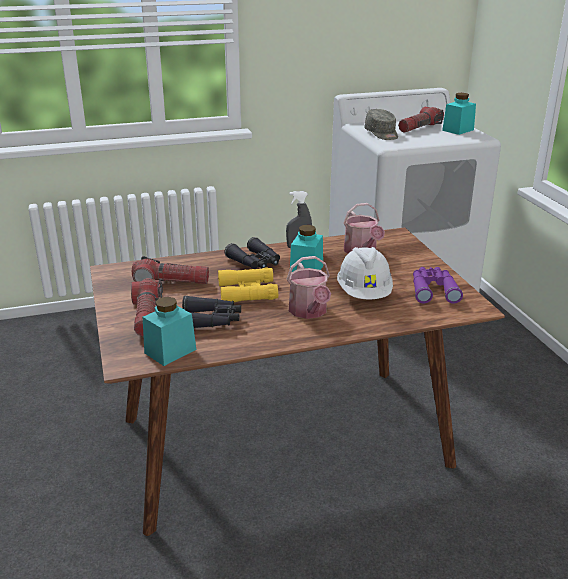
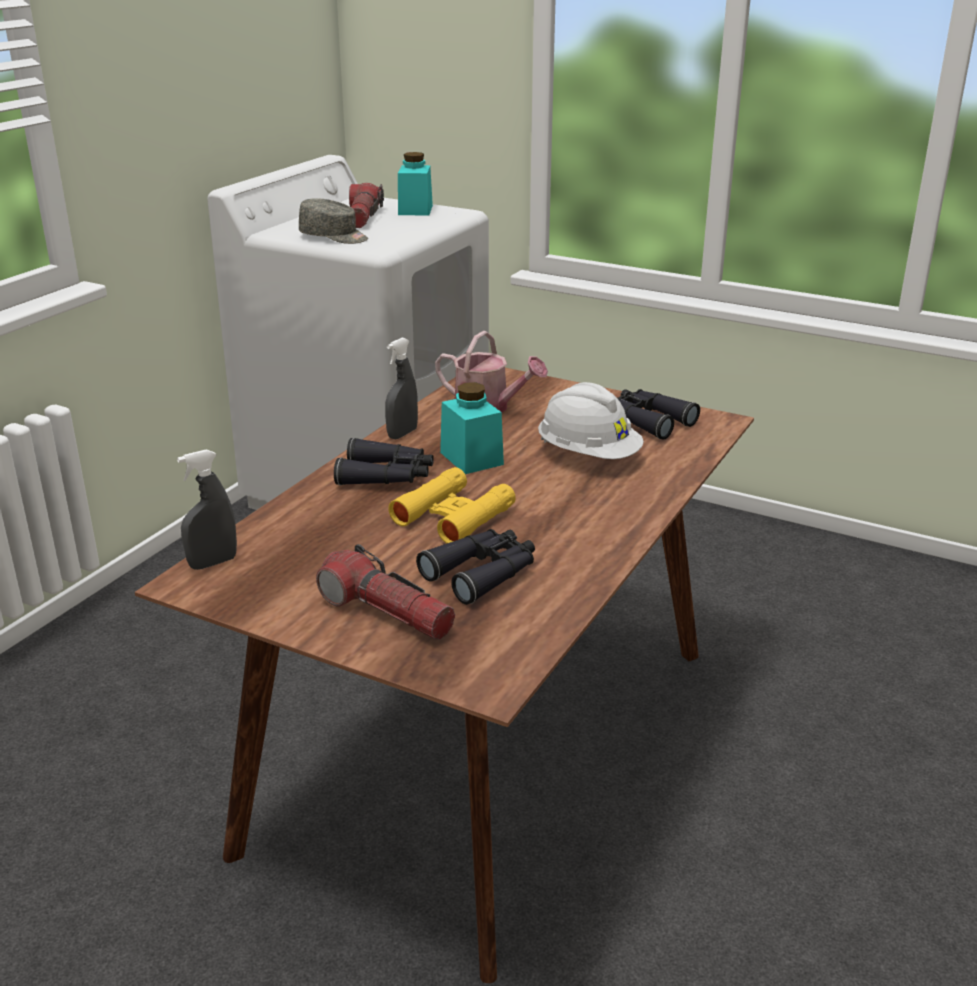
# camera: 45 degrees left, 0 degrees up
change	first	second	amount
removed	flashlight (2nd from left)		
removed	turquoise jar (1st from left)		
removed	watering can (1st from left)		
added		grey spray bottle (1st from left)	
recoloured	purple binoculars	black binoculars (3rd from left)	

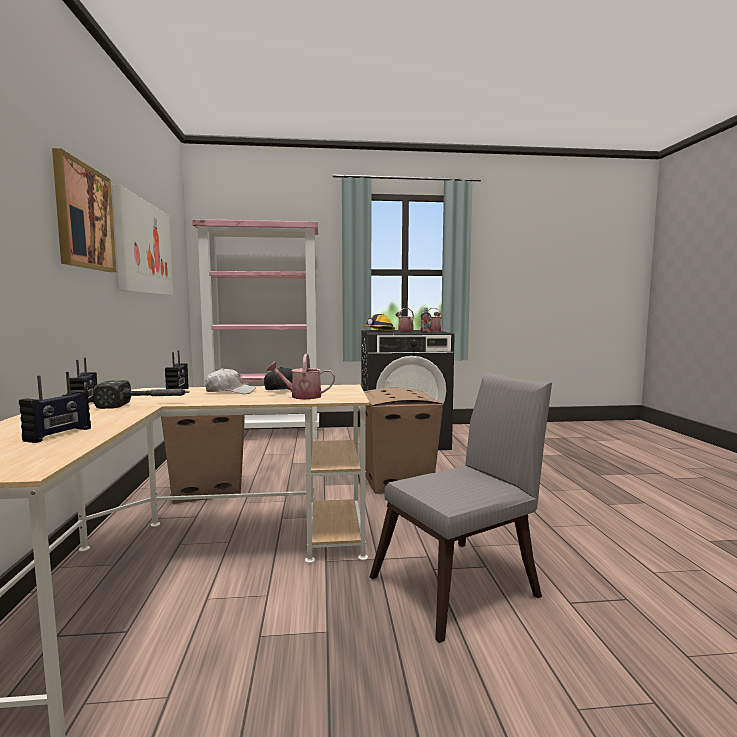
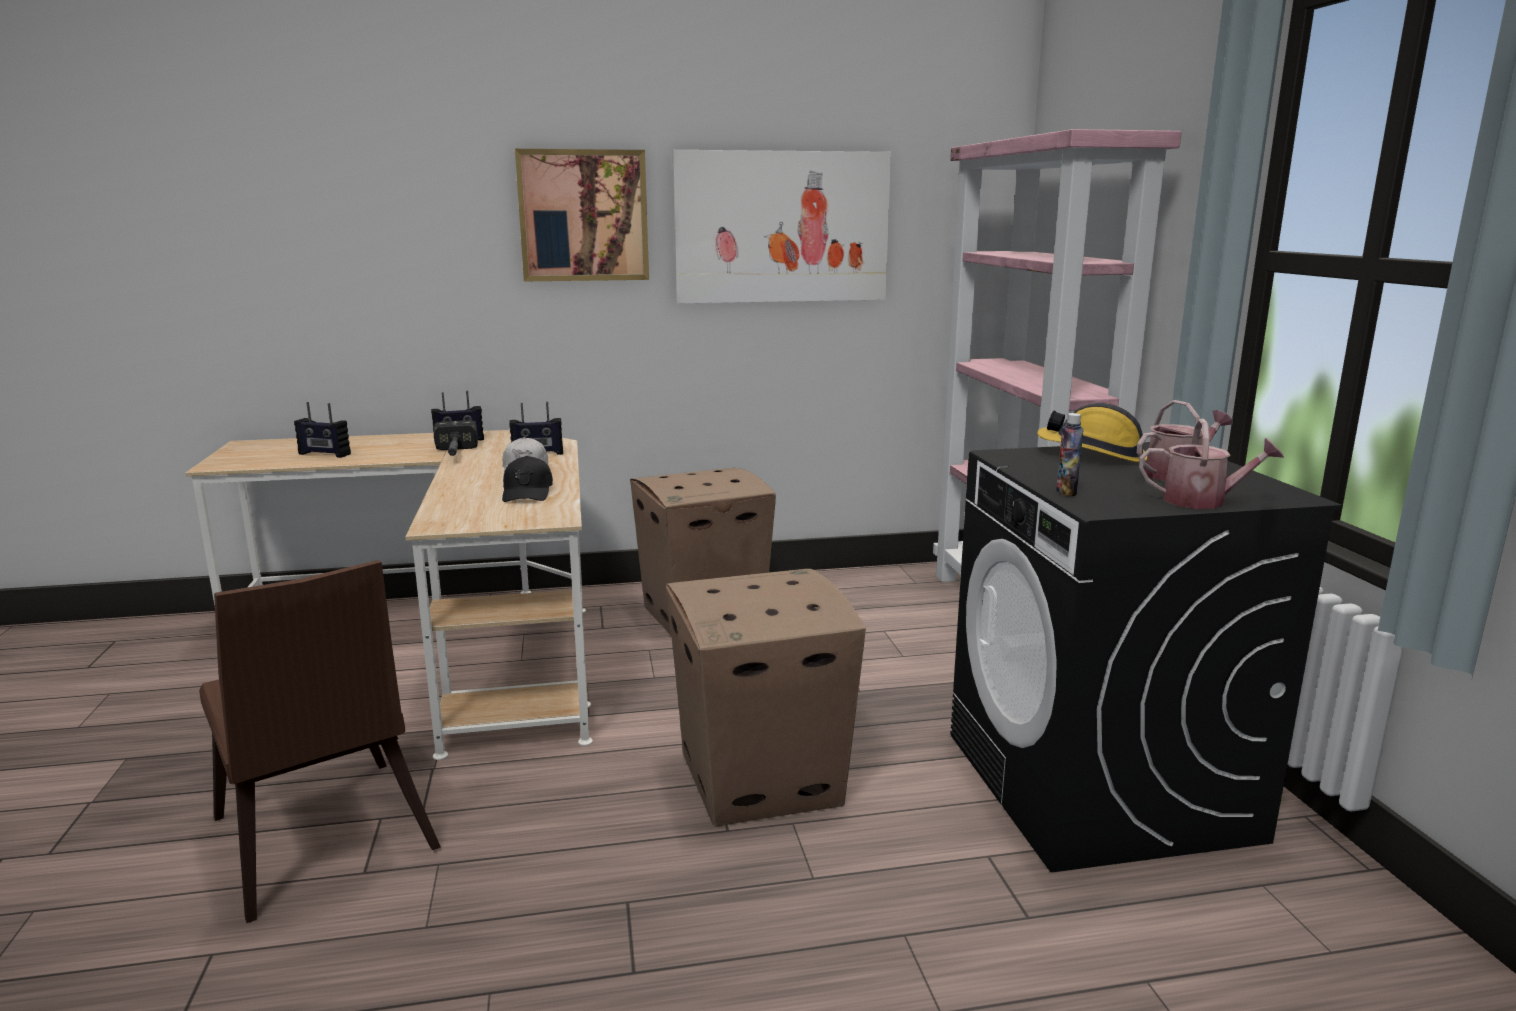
# camera: 85 degrees right, 10 degrees up
change	first	second	amount
removed	watering can (1st from left)		
recoloured	grey chair	brown chair	

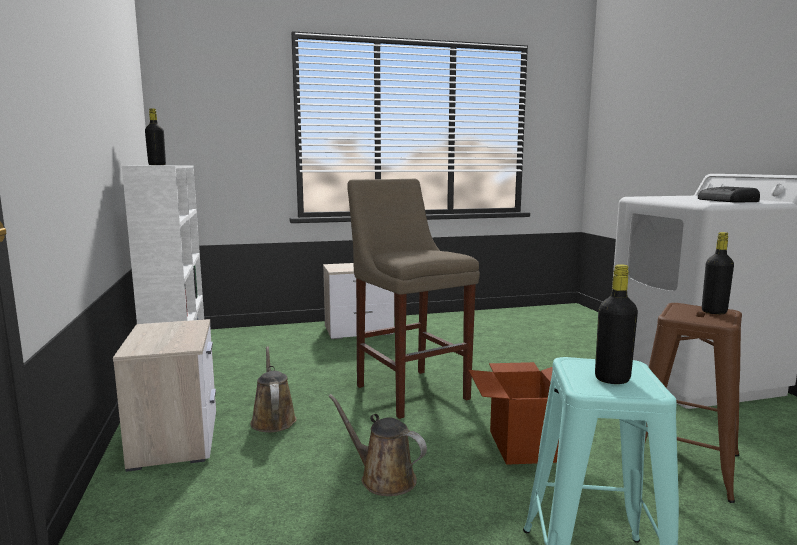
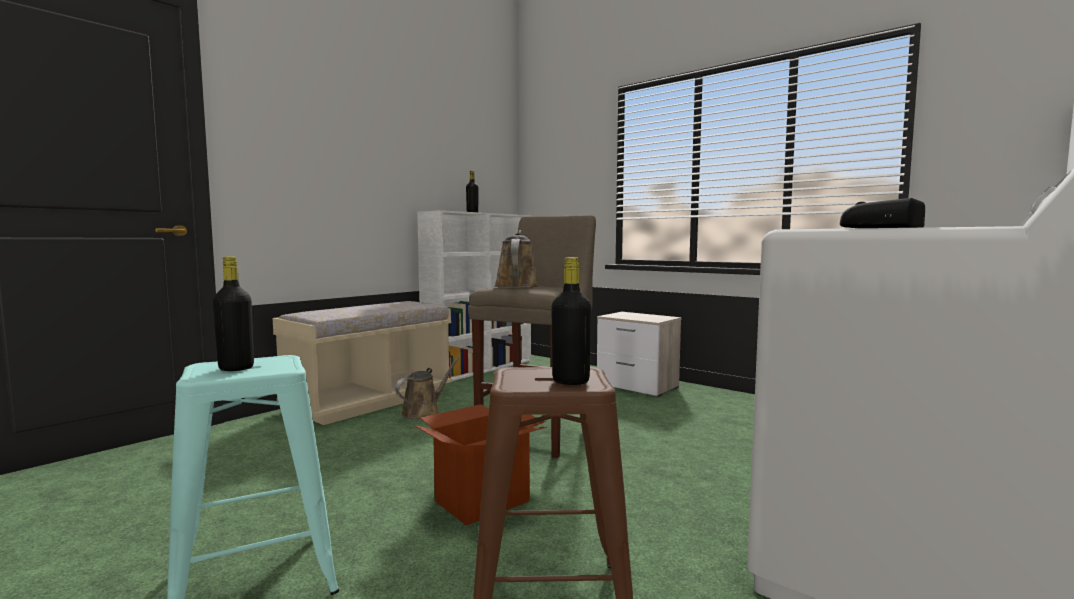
# camera: 55 degrees right, 5 degrees down
change	first	second	amount
moved	brown watering can (2nd from left)		
replaced	nightstand (1st from left)	beige bench	

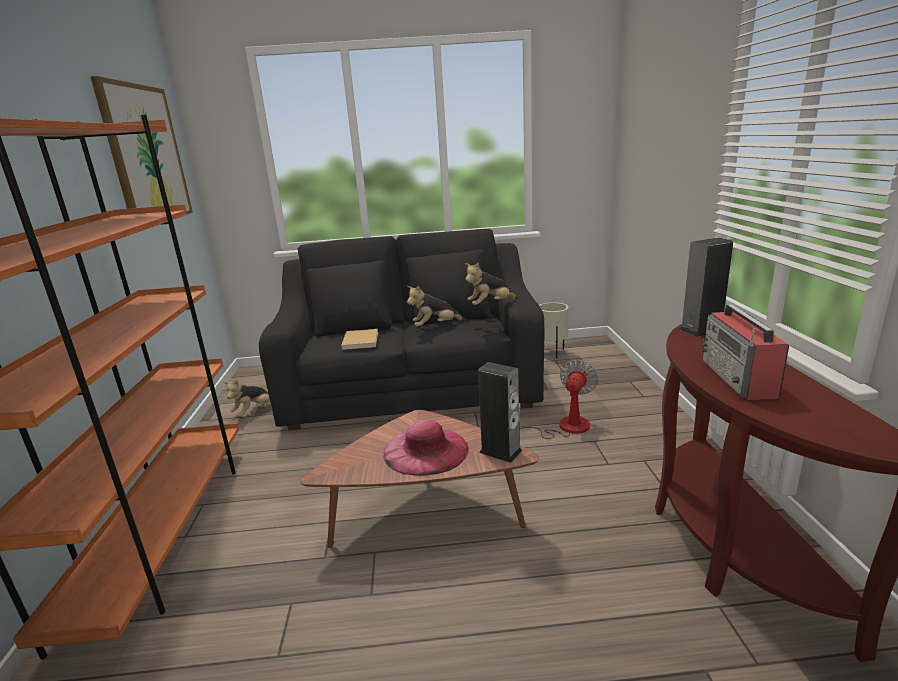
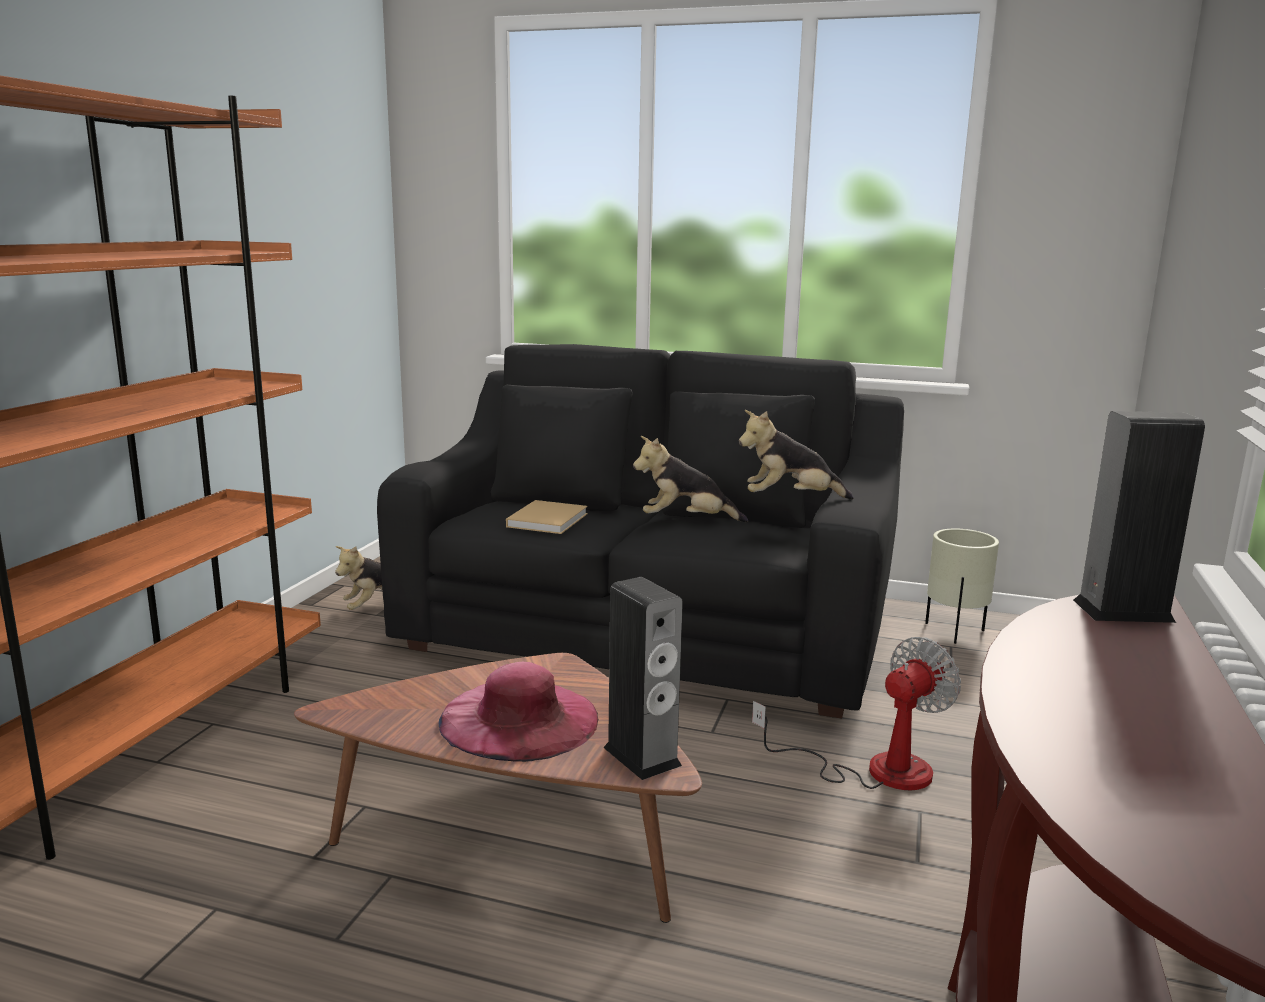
# camera: 20 degrees right, 5 degrees down
change	first	second	amount
removed	picture		
removed	radio		

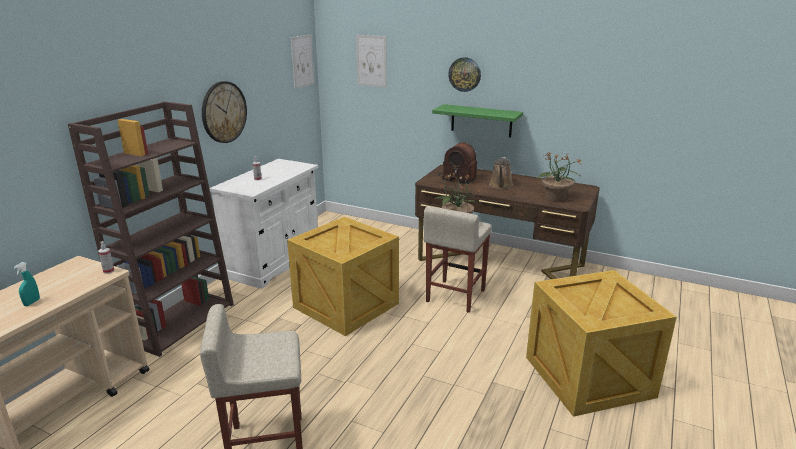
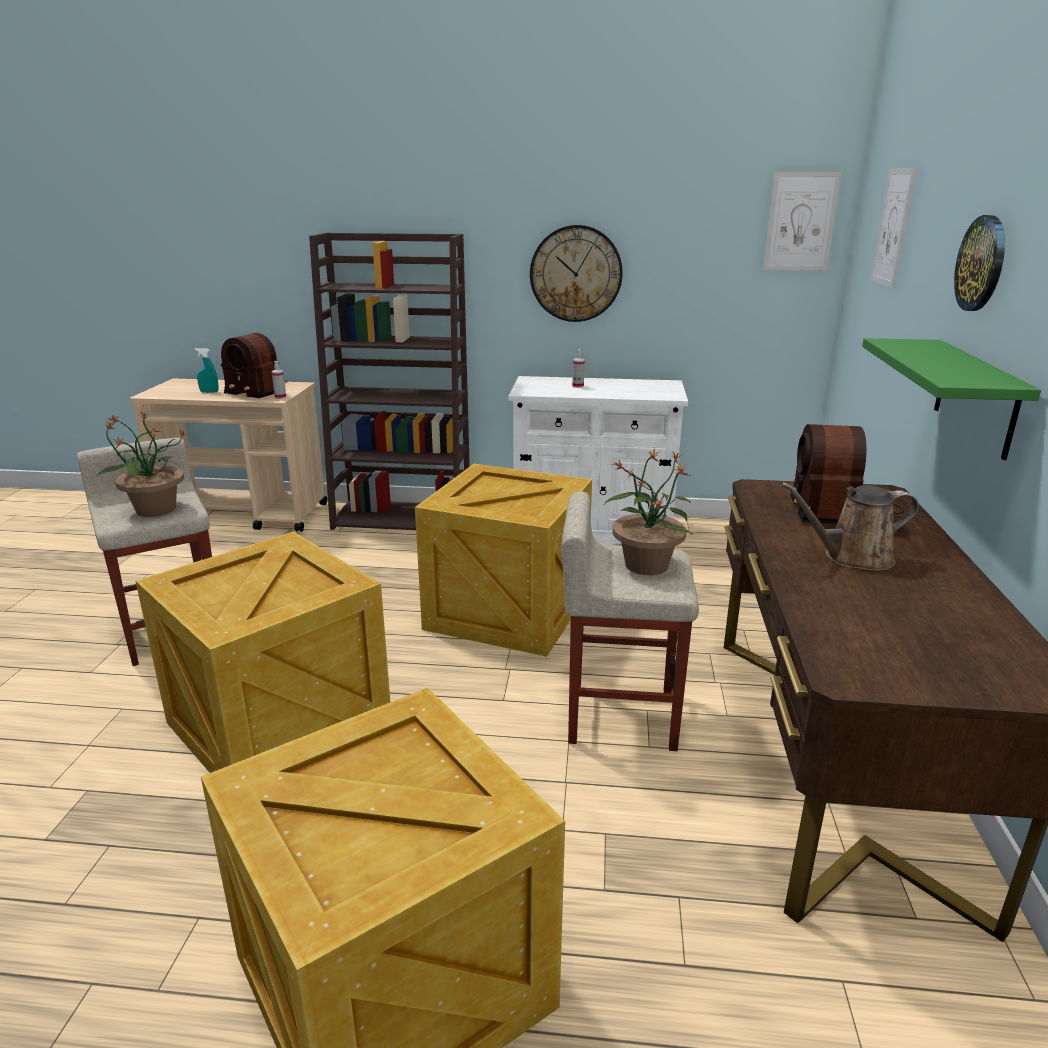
# camera: 70 degrees right, 0 degrees up
change	first	second	amount
added		crate (1st from left)	
added		radio (1st from left)	
moved	potted plant (2nd from left in the first image)	potted plant (1st from left)	

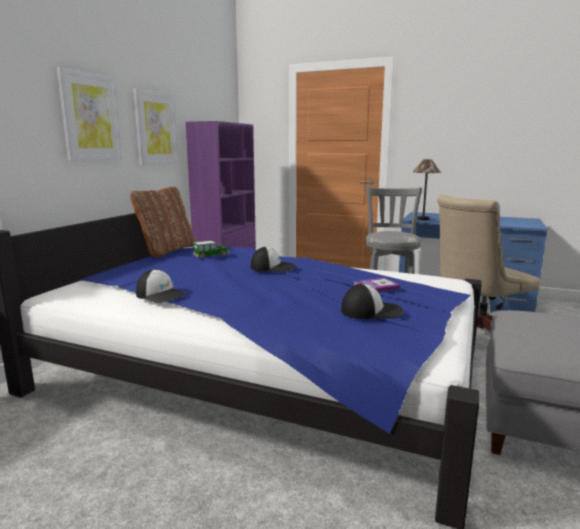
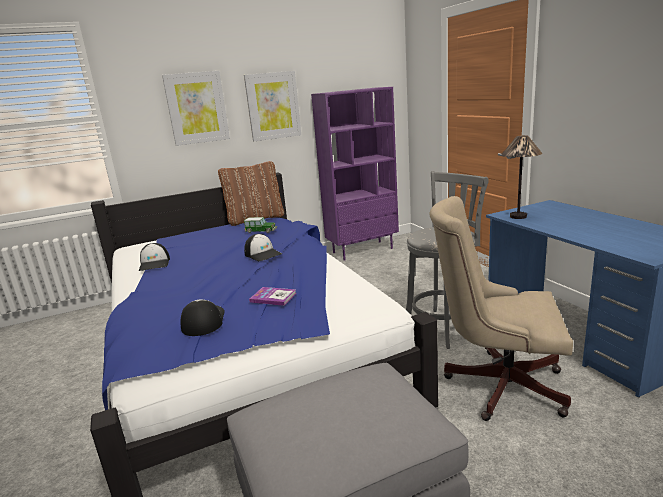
# camera: 45 degrees right, 5 degrees up
change	first	second	amount
turned	cap (3rd from left in the first image)	cap (2nd from left)	135 degrees counterclockwise

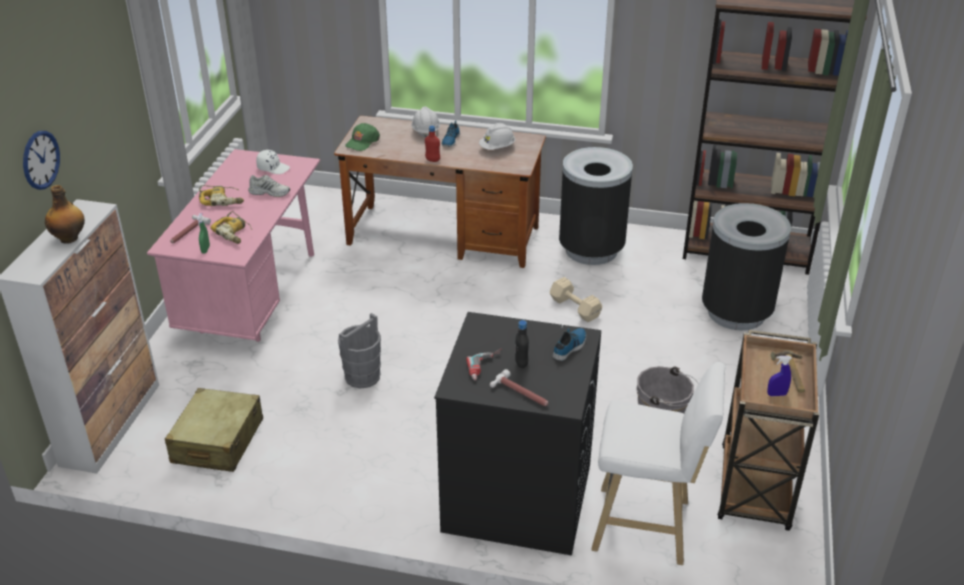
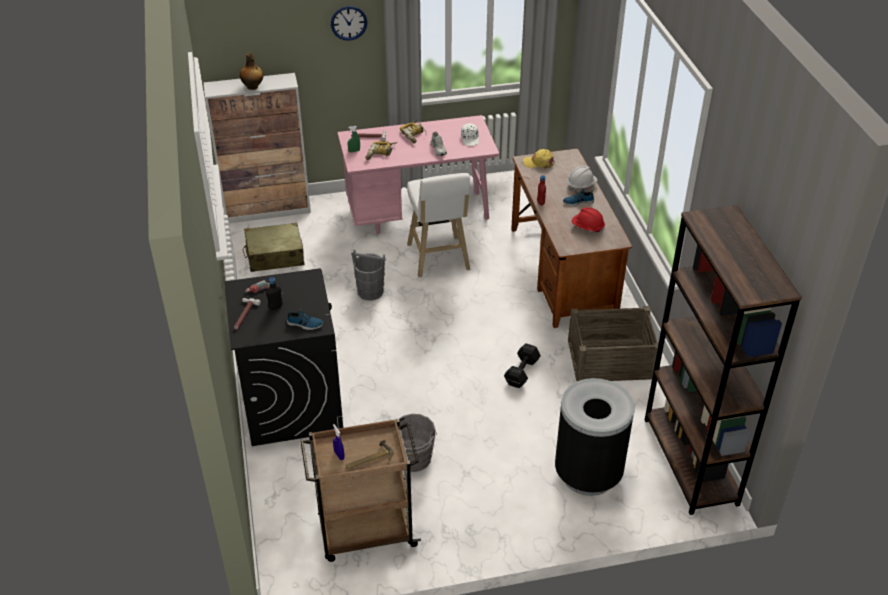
# camera: 65 degrees right, 5 degrees up
change	first	second	amount
moved	wall clock		
moved	white stool		
replaced	black trash can (1st from left)	crate	
recoloured	green cap	yellow cap	
recoloured	white hard hat (2nd from left)	red hard hat	
recoloured	beige dumbbell	black dumbbell	

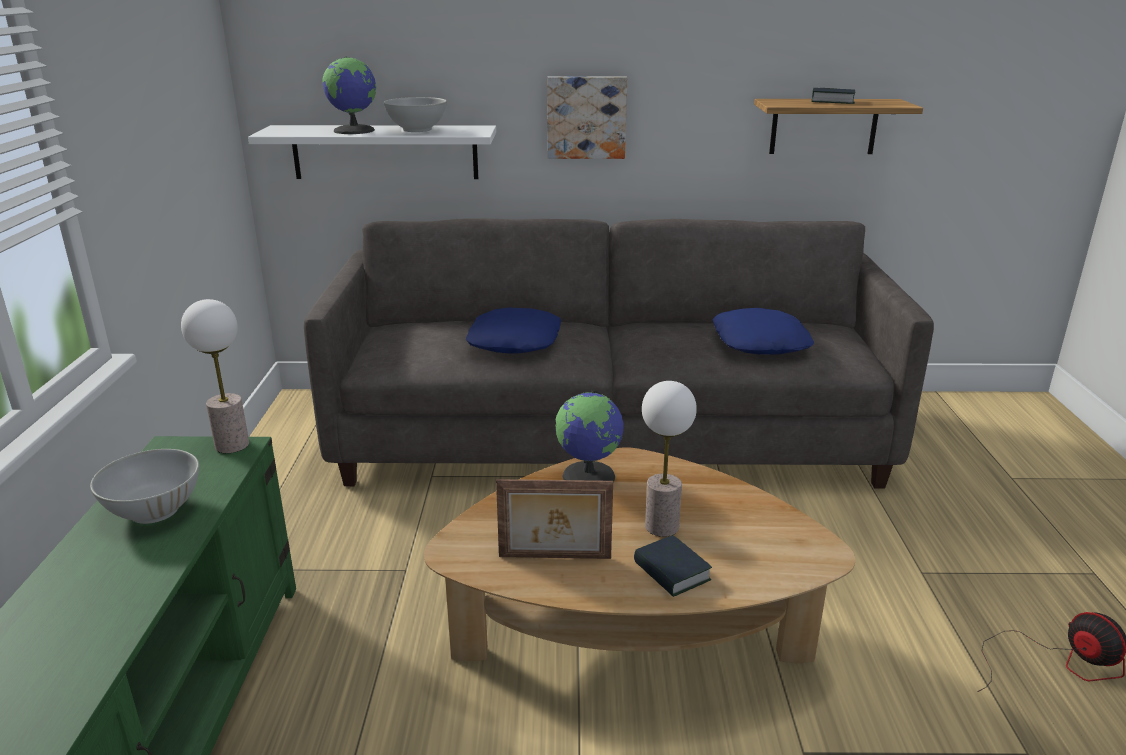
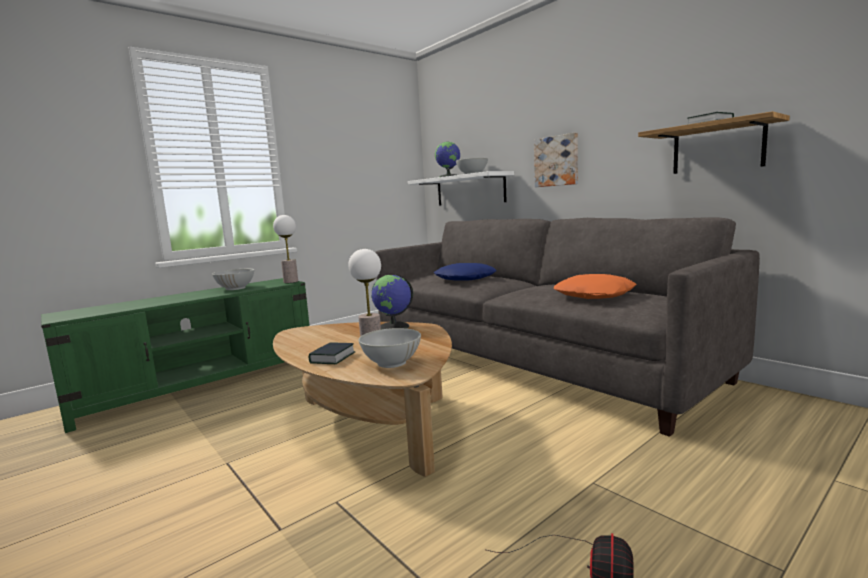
# camera: 50 degrees right, 15 degrees down
change	first	second	amount
removed	picture frame		
added		white bowl (2nd from left)	
recoloured	blue pillow (2nd from left)	orange pillow	

